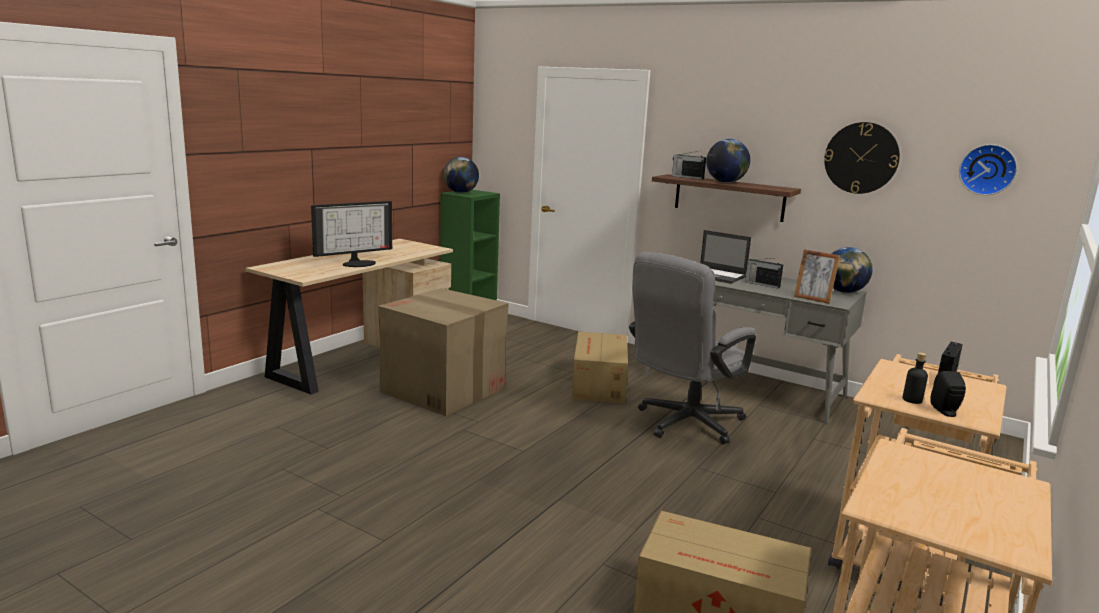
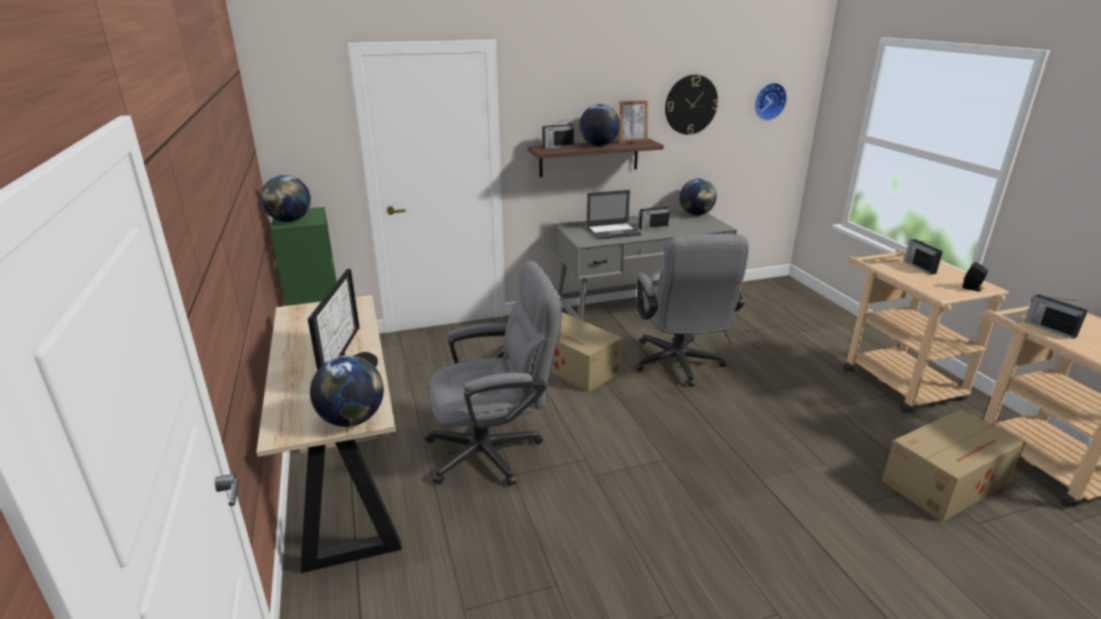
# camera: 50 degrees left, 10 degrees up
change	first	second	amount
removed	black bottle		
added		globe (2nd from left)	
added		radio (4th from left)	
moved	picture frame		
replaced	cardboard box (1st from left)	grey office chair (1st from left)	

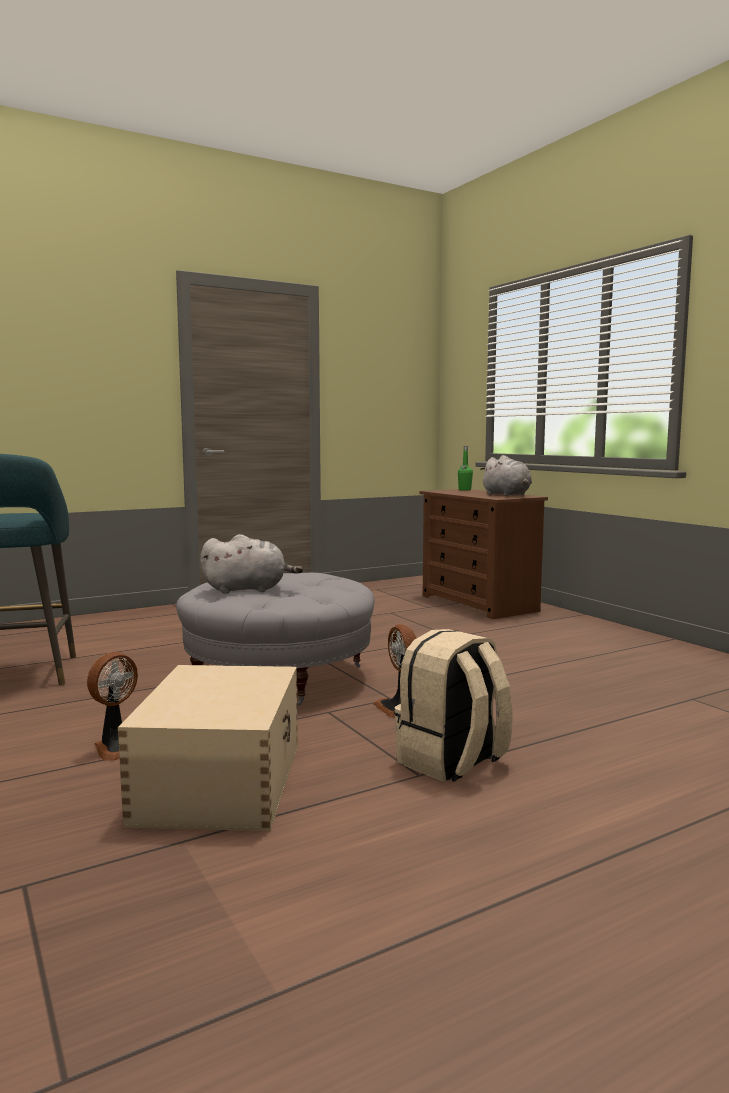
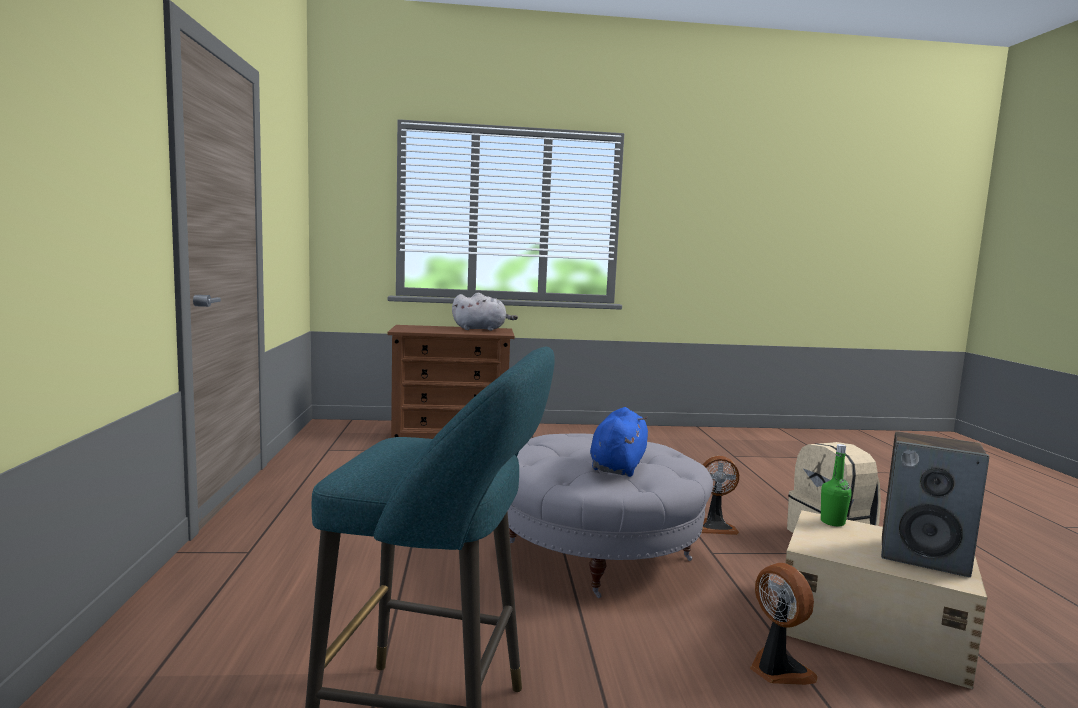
# camera: 65 degrees left, 0 degrees up
change	first	second	amount
added		speaker	
moved	green bottle		
recoloured	grey plush toy (1st from left)	blue plush toy	

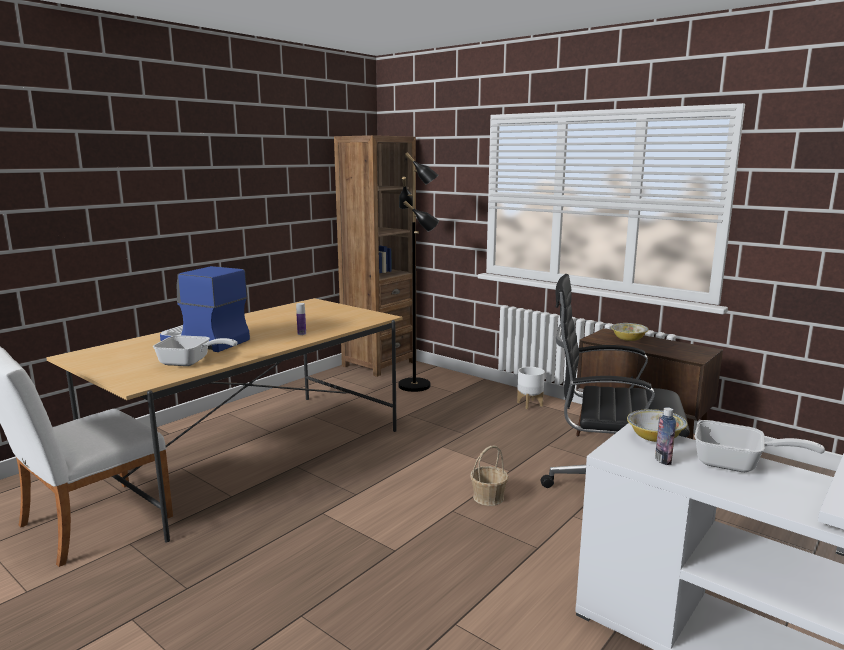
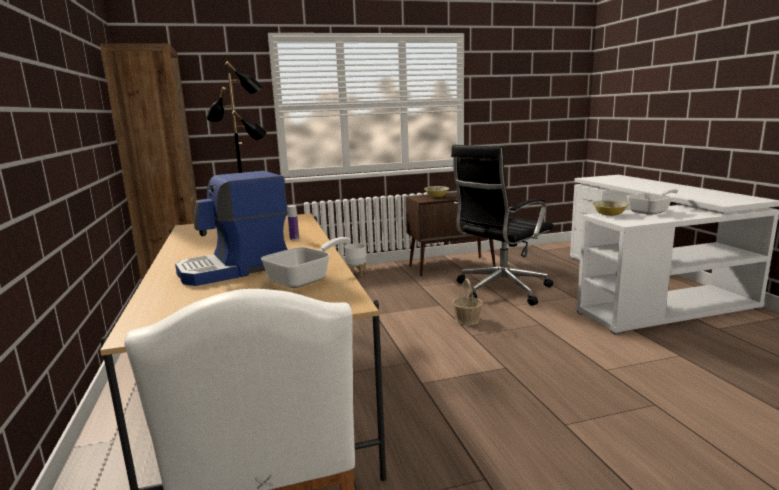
# camera: 55 degrees left, 0 degrees up
change	first	second	amount
removed	bottle (2nd from left)		

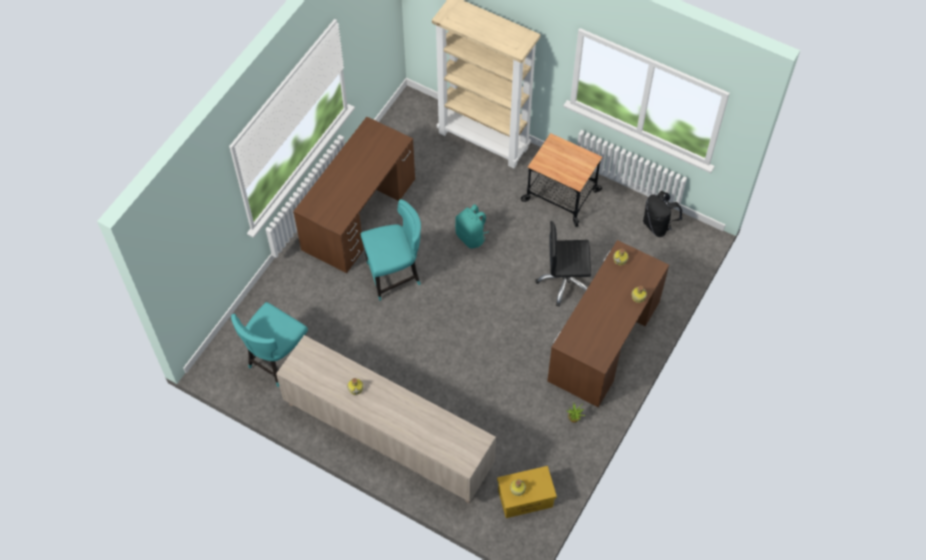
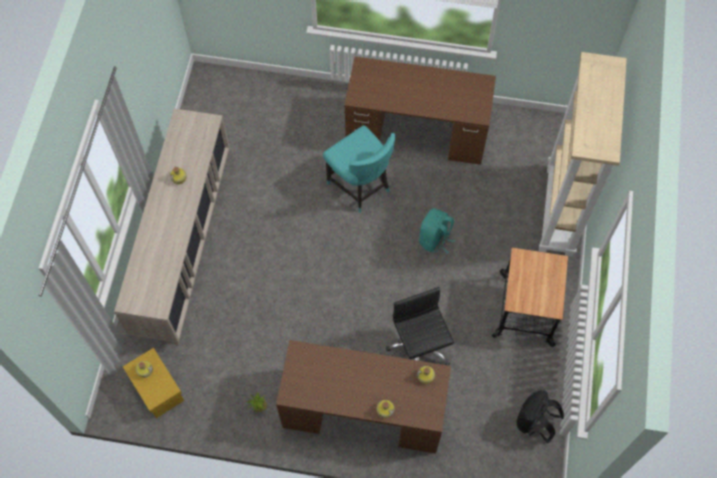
# camera: 70 degrees right, 5 degrees up
change	first	second	amount
removed	turquoise chair (1st from left)		

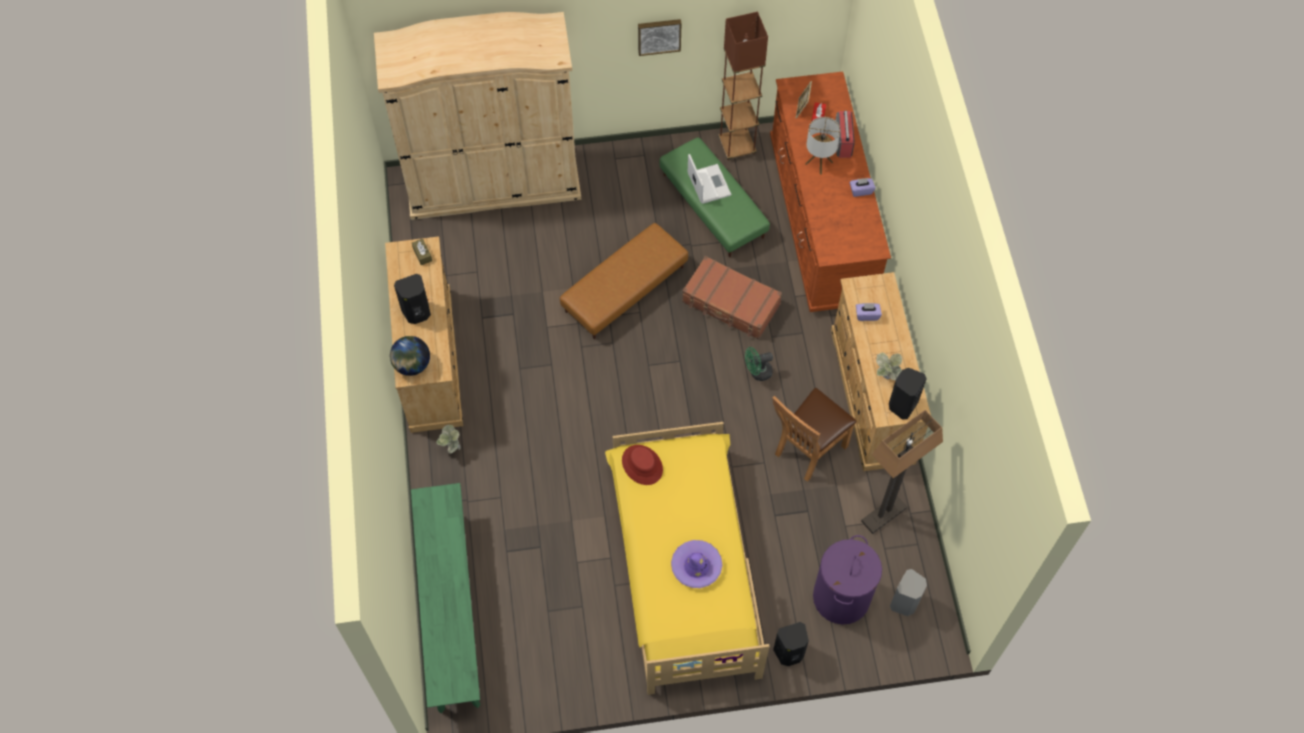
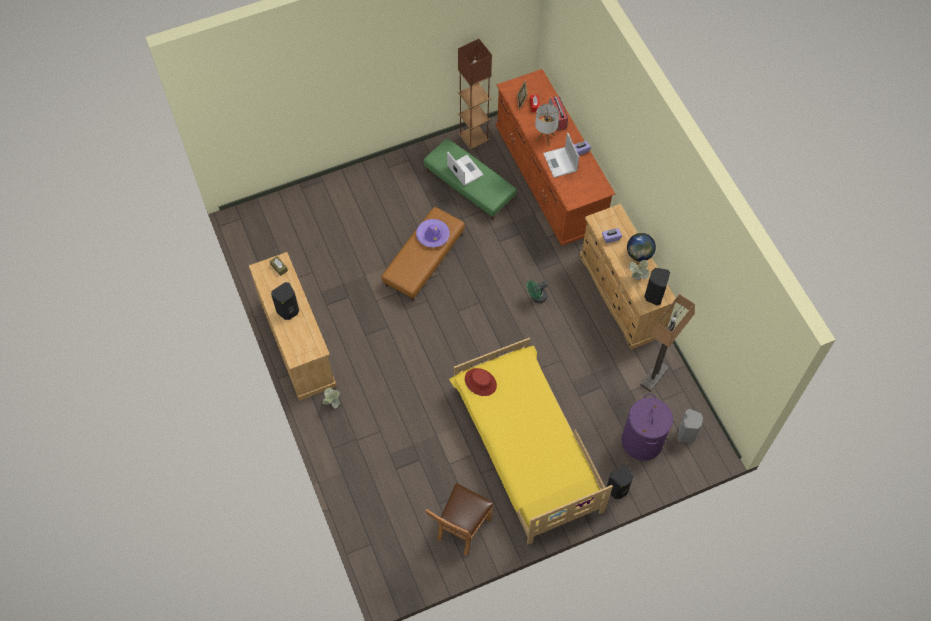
# camera: 15 degrees left, 0 degrees up
change	first	second	amount
removed	beige wardrobe		
removed	green bench		
removed	picture		
removed	brown suitcase		
added		laptop (2nd from left)	
moved	globe		
moved	purple hat		
moved	brown chair		

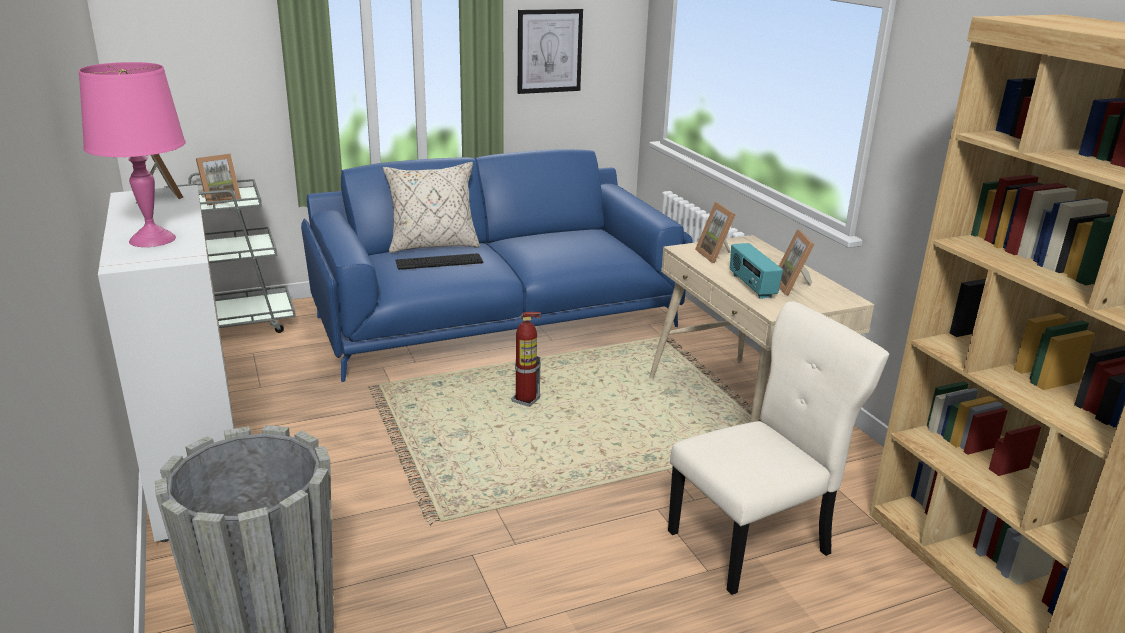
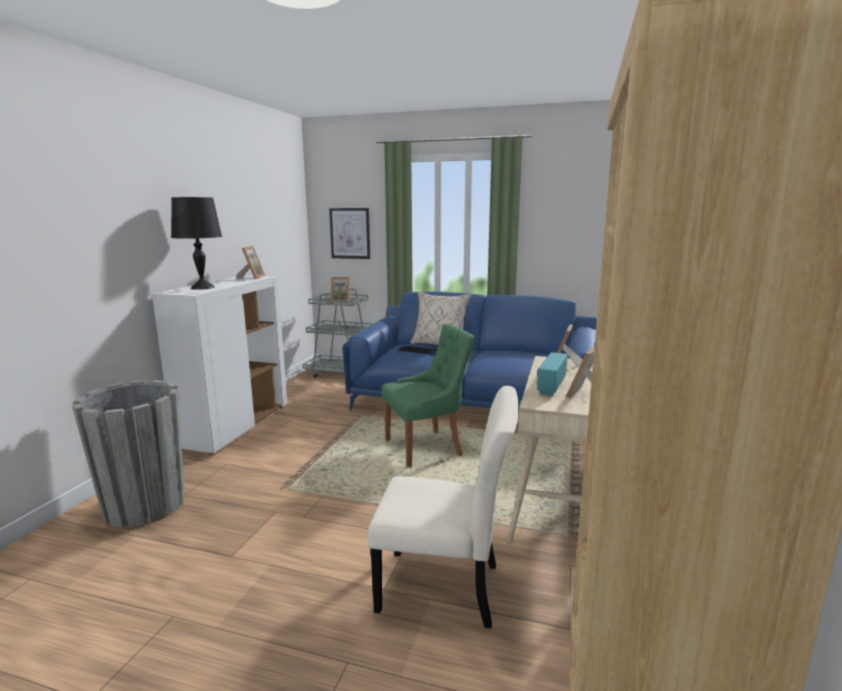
# camera: 40 degrees right, 10 degrees down
change	first	second	amount
moved	picture		
replaced	fire extinguisher	green chair	
recoloured	pink table lamp	black table lamp	

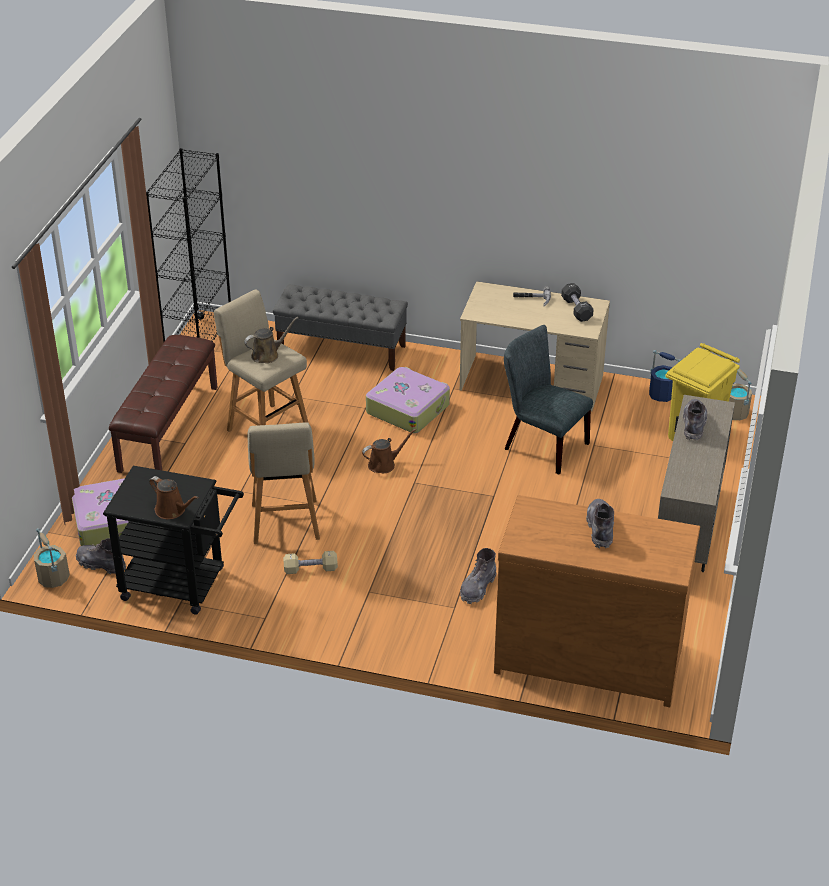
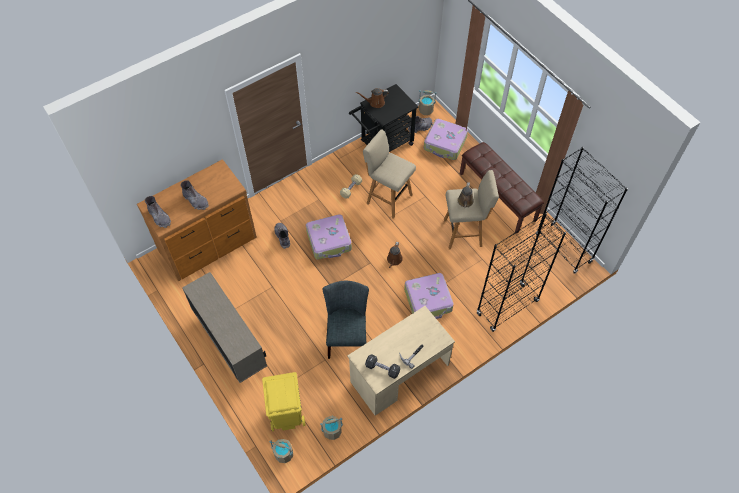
# camera: 130 degrees right, 20 degrees up
change	first	second	amount
added		suitcase (1st from left)	
moved	grey boot (4th from left in the first image)	grey boot (1st from left)	
replaced	grey bench	black bookcase (1st from left)	
recoloured	blue bucket	beige bucket (2nd from left)	
turned	grey chair		75 degrees counterclockwise

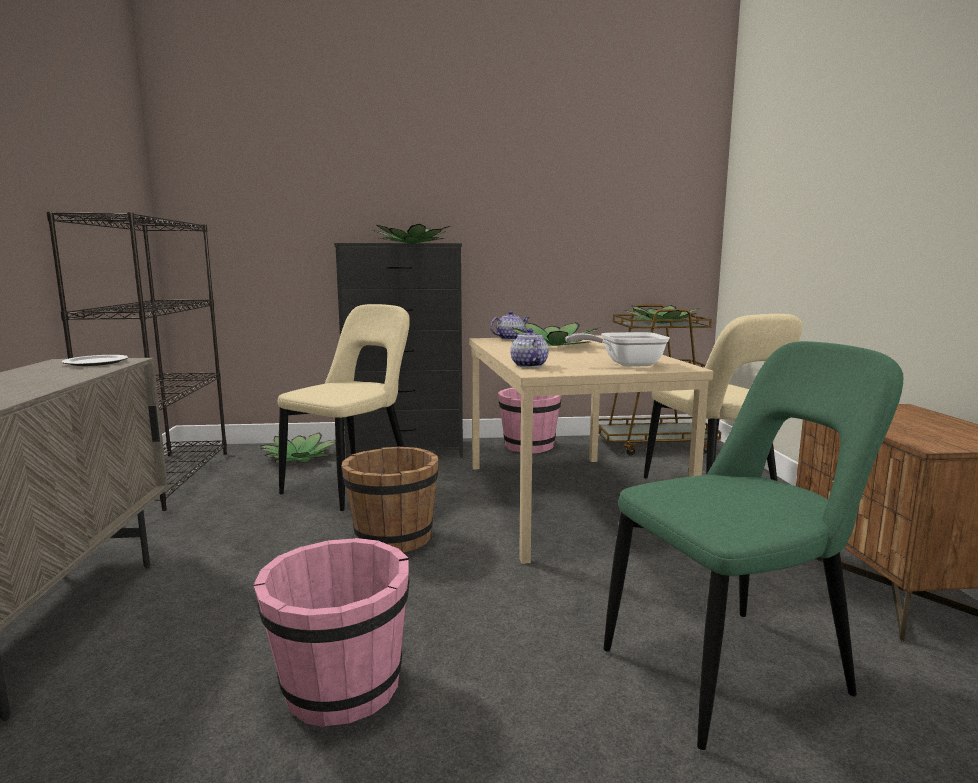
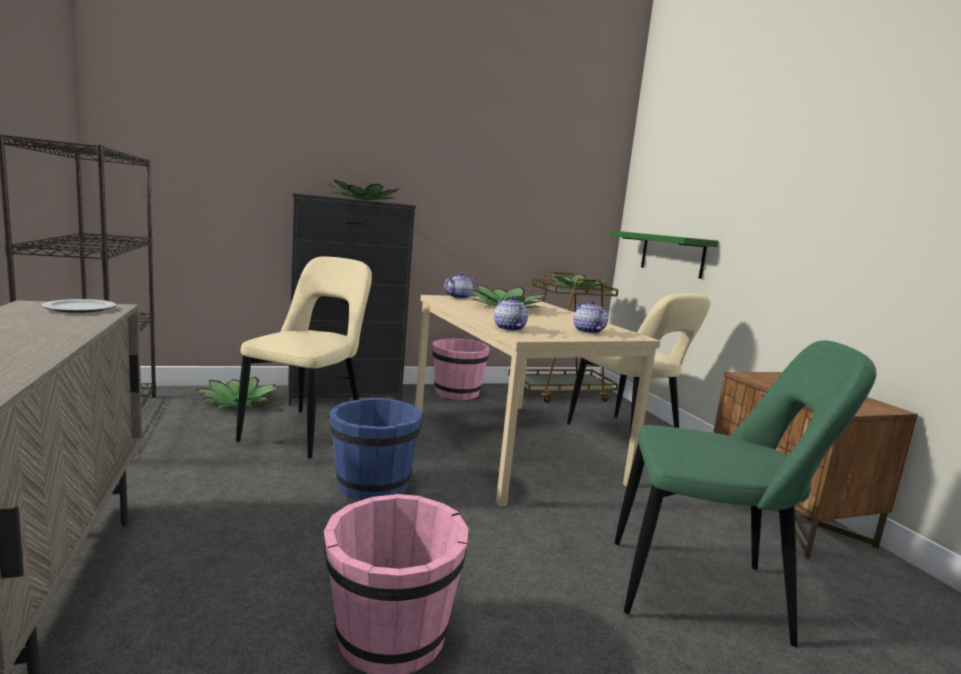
# camera: 15 degrees left, 0 degrees up
change	first	second	amount
added		green shelf	
replaced	frying pan	teapot (3rd from left)	
recoloured	brown bucket	blue bucket	
turned	green chair		45 degrees clockwise

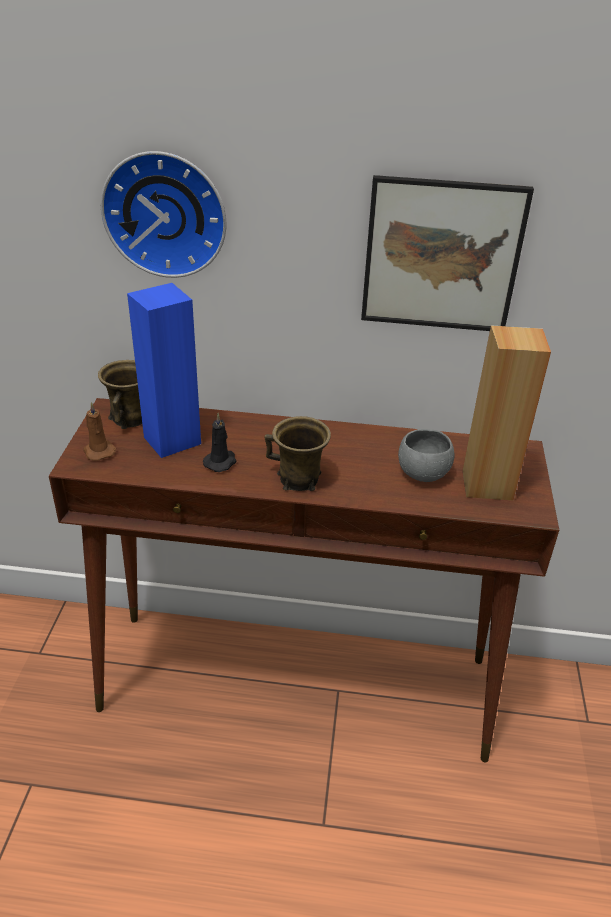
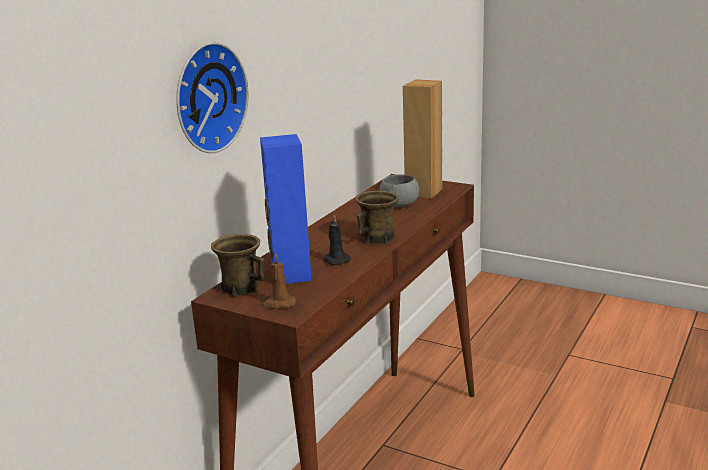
# camera: 65 degrees left, 15 degrees down
change	first	second	amount
removed	picture		

